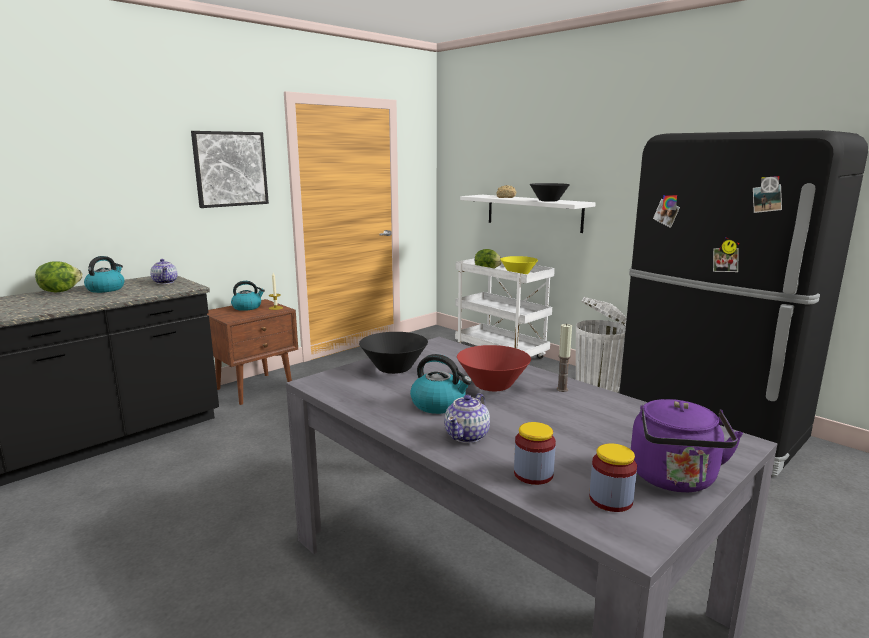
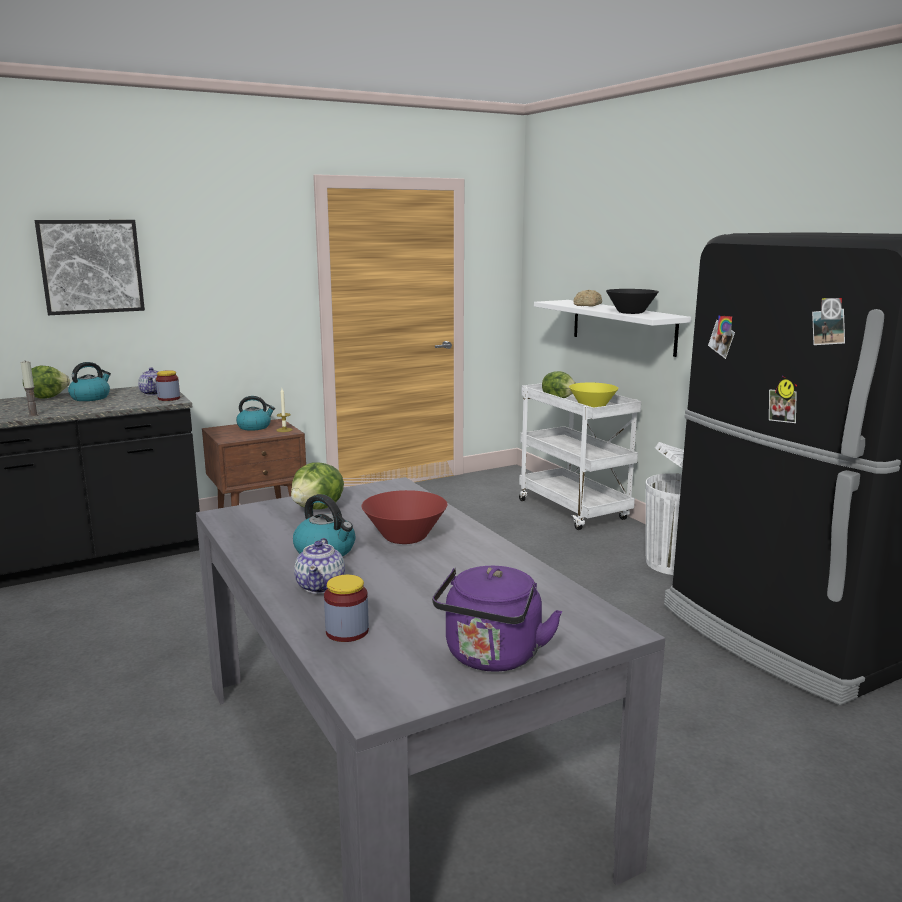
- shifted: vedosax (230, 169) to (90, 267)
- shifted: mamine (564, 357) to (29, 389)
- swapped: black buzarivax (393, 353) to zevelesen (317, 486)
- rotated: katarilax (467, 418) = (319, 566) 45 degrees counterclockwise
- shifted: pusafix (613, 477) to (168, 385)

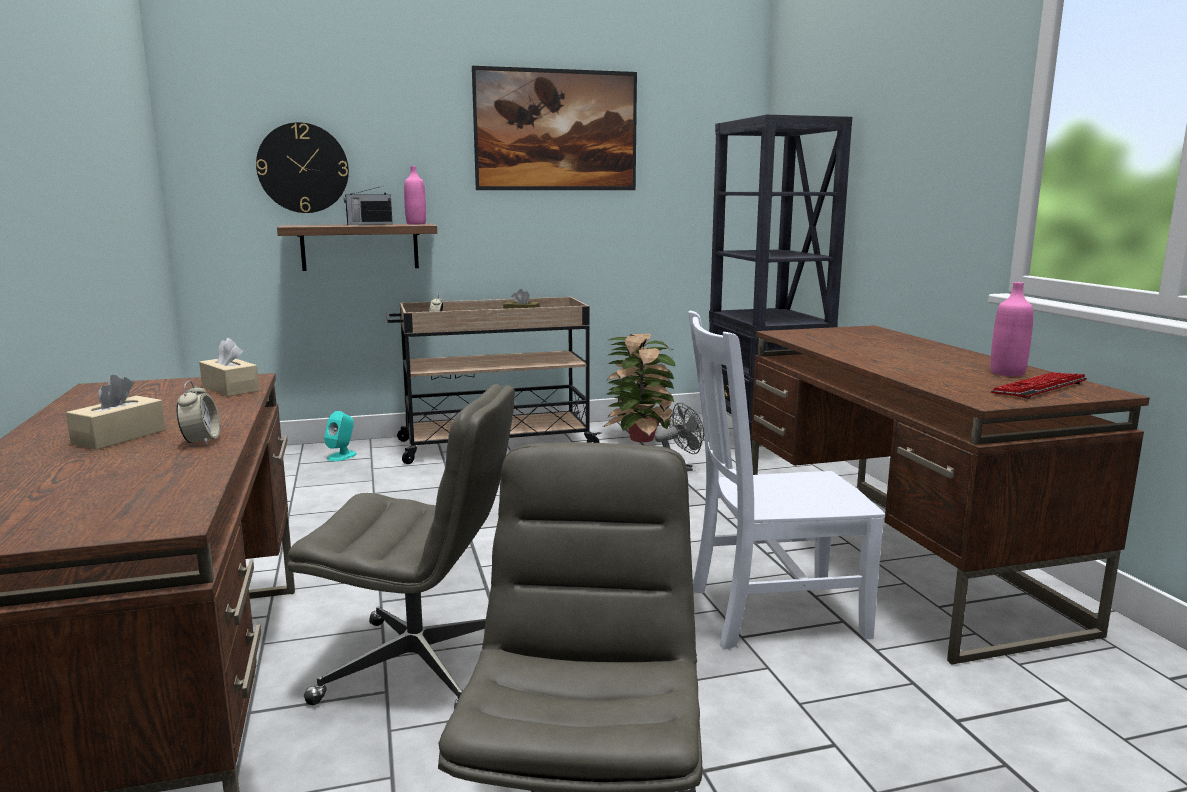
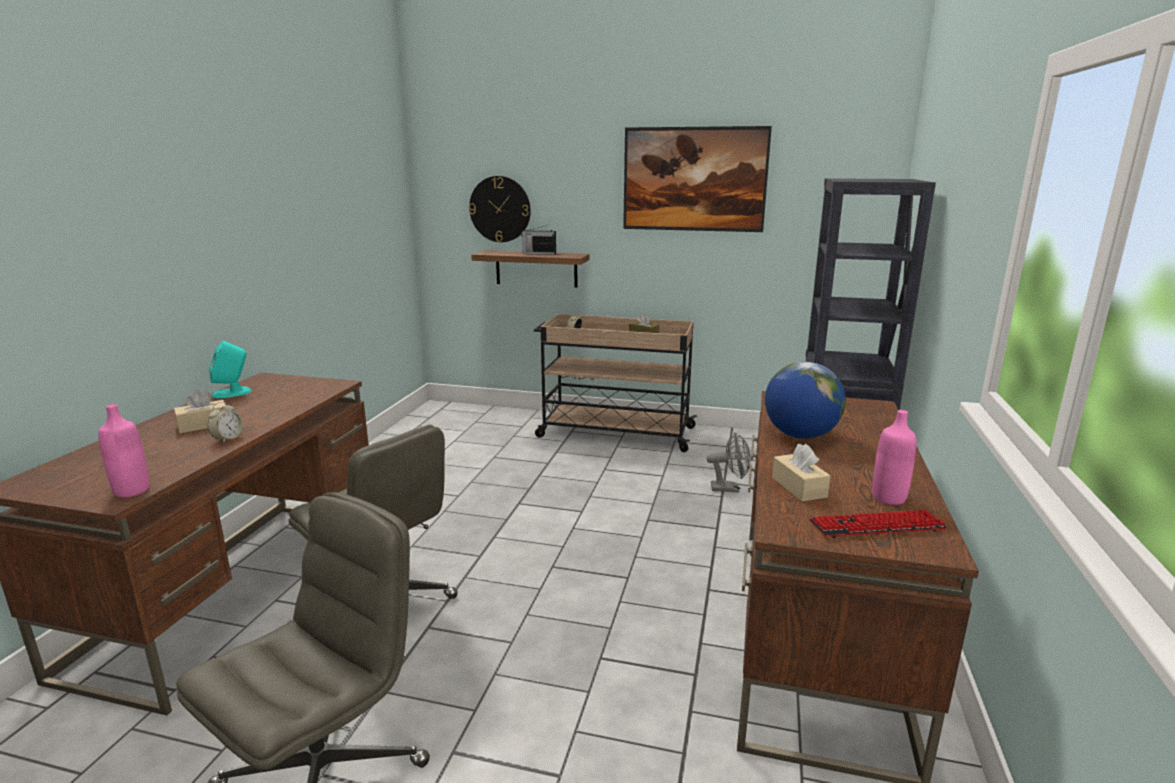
- shifted: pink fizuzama (415, 195) to (124, 450)
- gone: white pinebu (786, 480)
- gone: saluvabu (640, 388)
- shifted: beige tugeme (229, 367) to (801, 473)
- shifted: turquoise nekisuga (340, 436) to (230, 369)
- new: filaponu (805, 400)

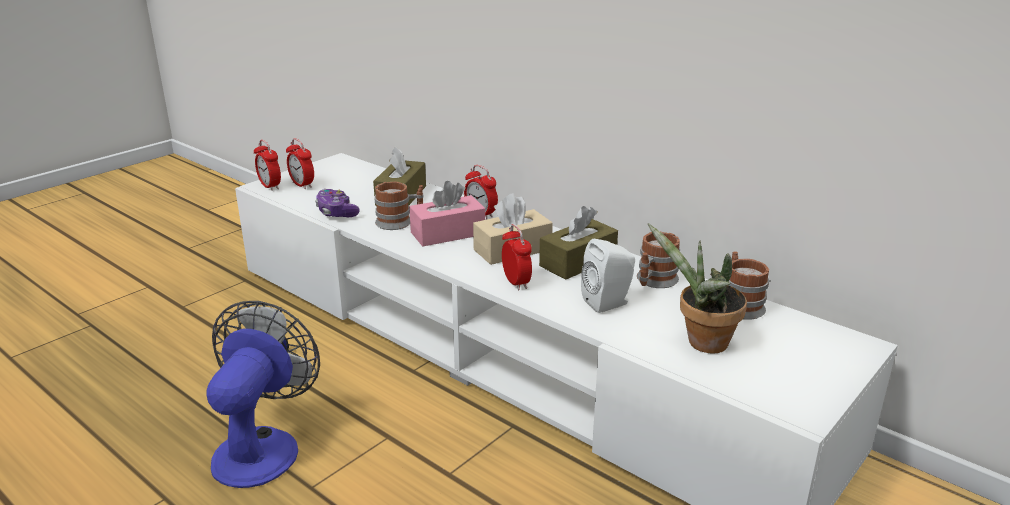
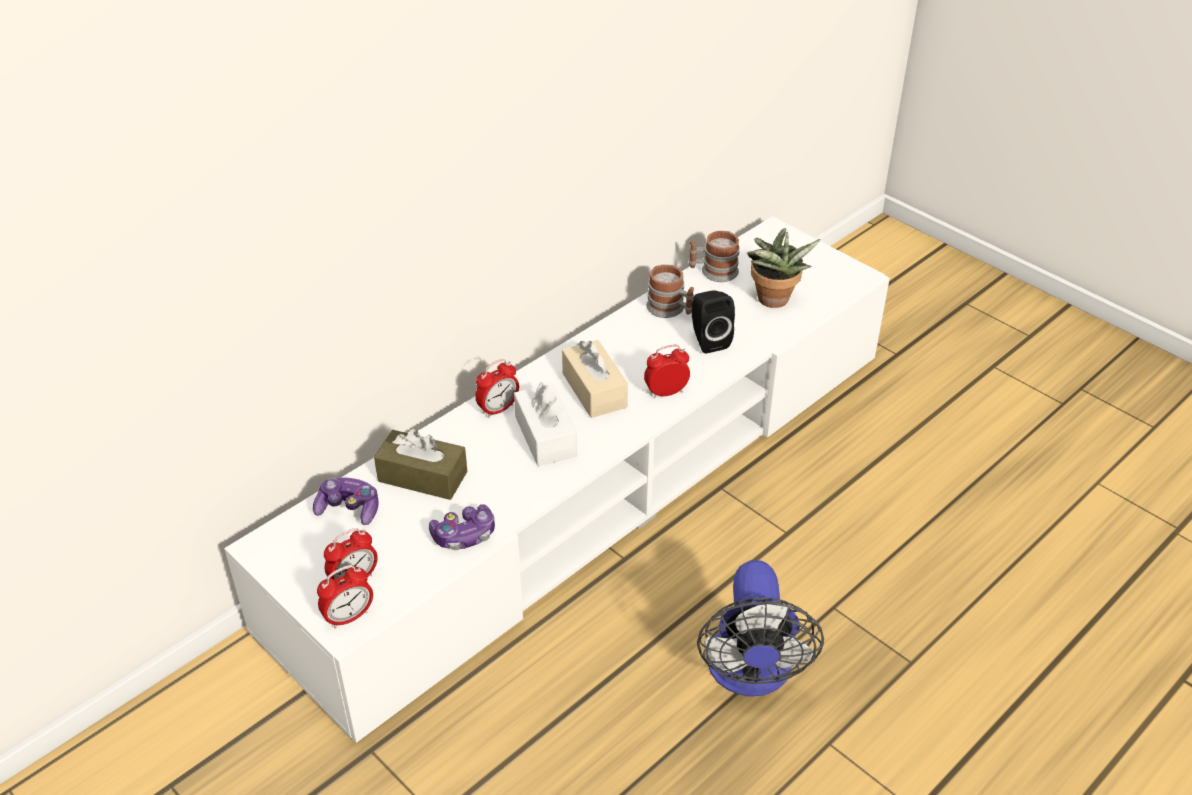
- repainted: pink tugeme (447, 213) to white tugeme (545, 423)
- gone: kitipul (399, 206)
- gone: brown tugeme (578, 243)
- repainted: white nekisuga (608, 276) to black nekisuga (713, 322)
- rotated: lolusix (263, 394) = (760, 628) 105 degrees counterclockwise
- new: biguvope (346, 501)

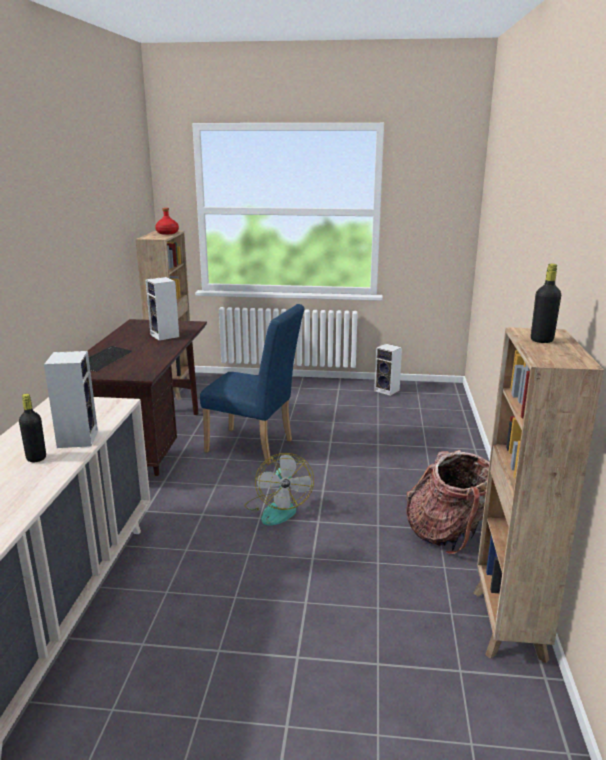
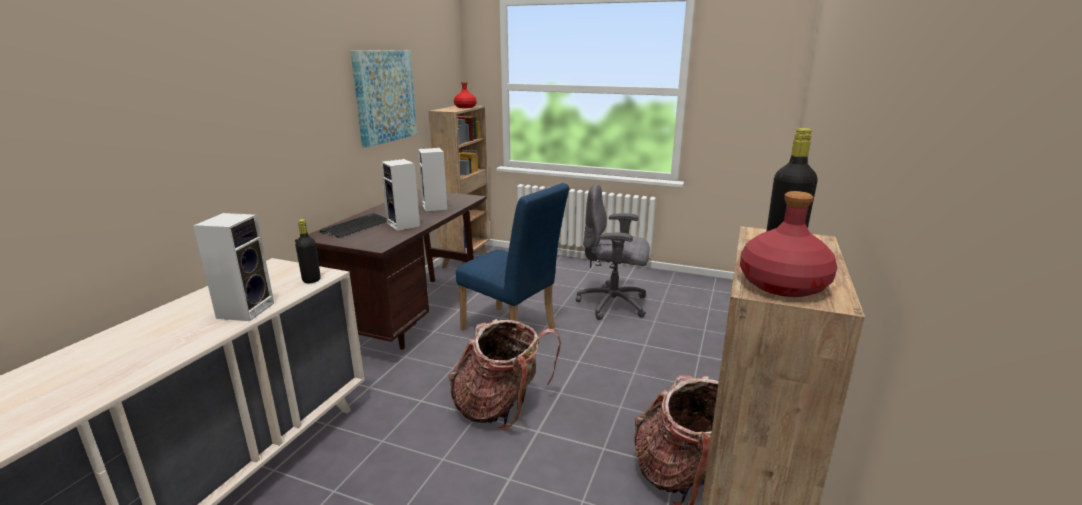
- shifted: nekisuga (388, 370) to (400, 195)
- shifted: black fizuzama (32, 428) to (308, 251)
- swapped: lolusix (279, 489) to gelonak (504, 374)
- new: vedosax (384, 99)
- new: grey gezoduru (613, 252)
- new: red fizuzama (788, 244)

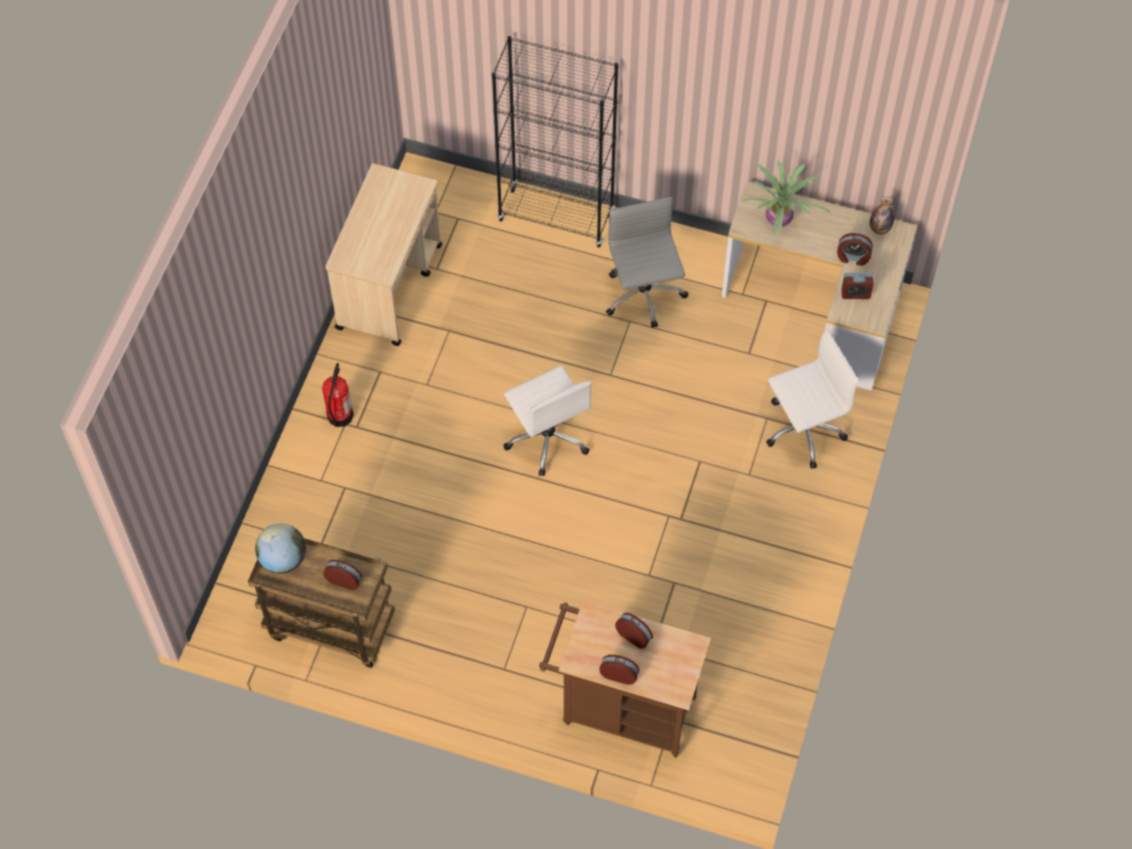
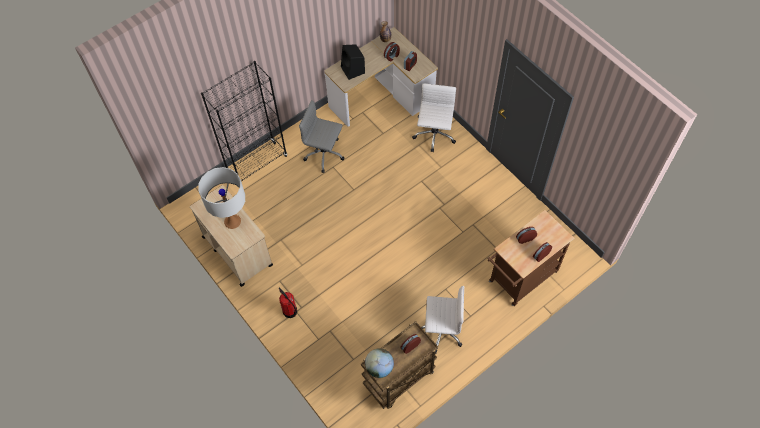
- swapped: saluvabu (786, 198) to black nekisuga (353, 62)
- shifted: white gezoduru (547, 421) to (442, 320)
- new: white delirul (221, 198)

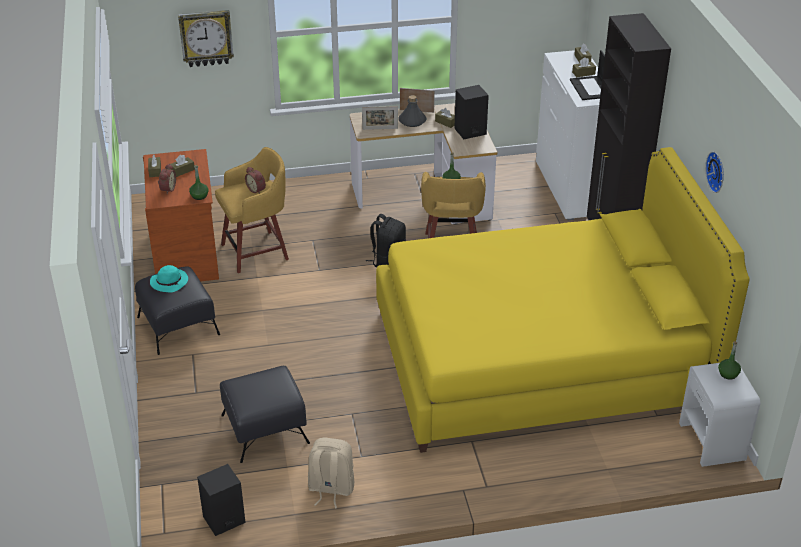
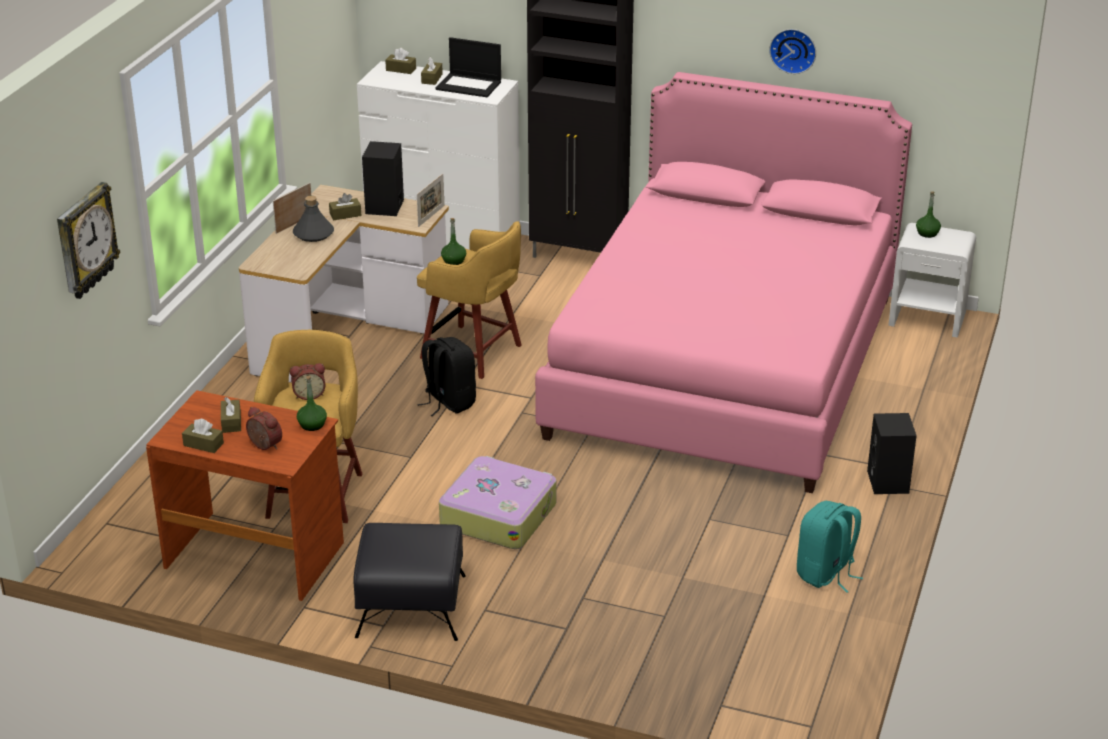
- shifted: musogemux (380, 118) to (430, 200)
- repainted: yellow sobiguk (563, 300) to pink sobiguk (723, 282)
- gone: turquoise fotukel (169, 278)
- gone: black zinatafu (265, 414)
- repainted: beige gelonak (331, 473) to turquoise gelonak (830, 547)
- shifted: black nekisuga (221, 500) to (892, 453)
- new: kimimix (498, 502)

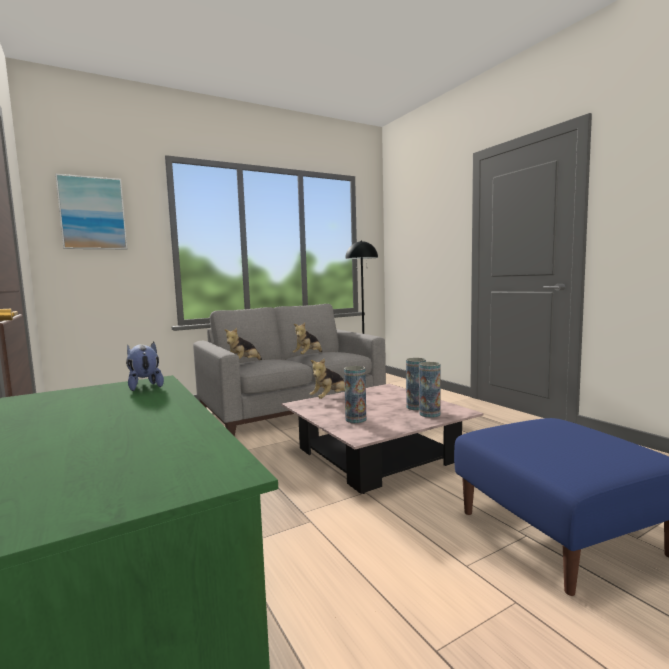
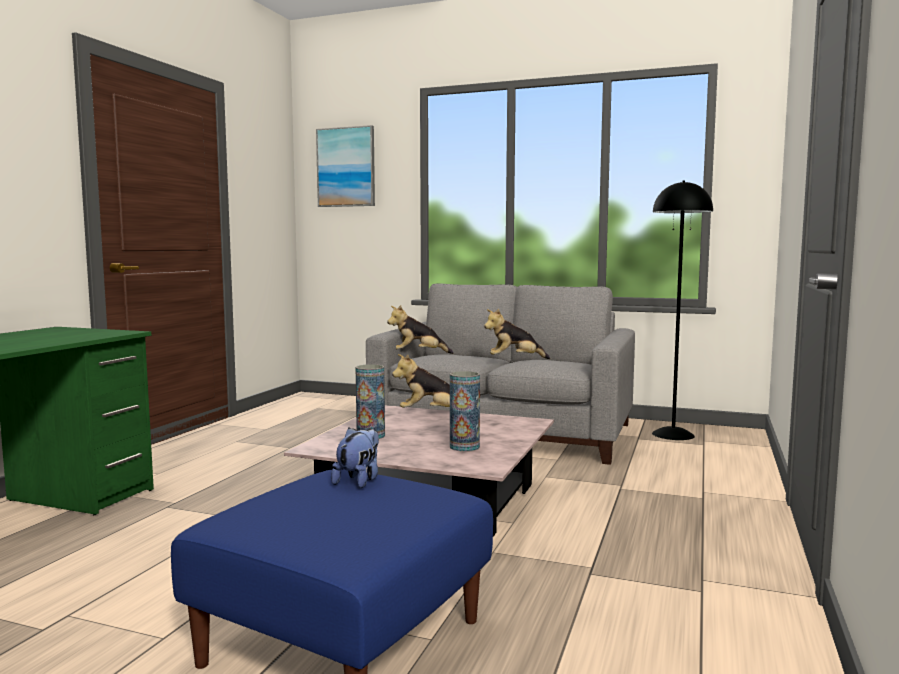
- shifted: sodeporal (145, 366) to (355, 458)
- gone: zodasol (430, 390)

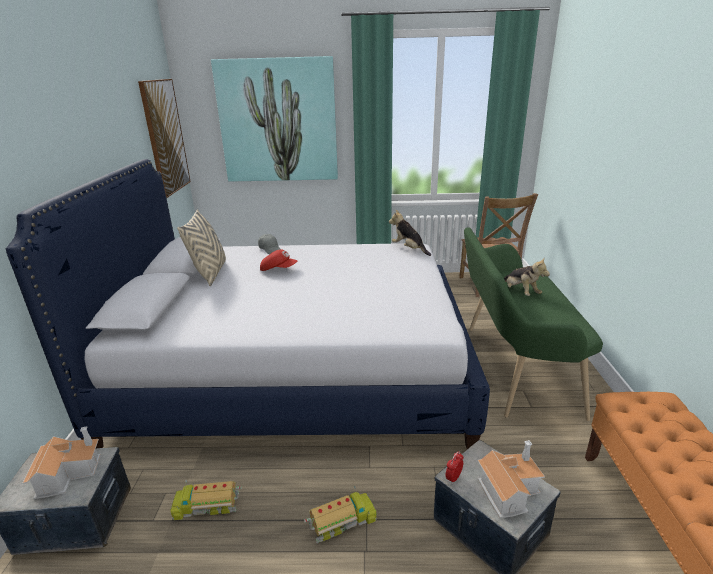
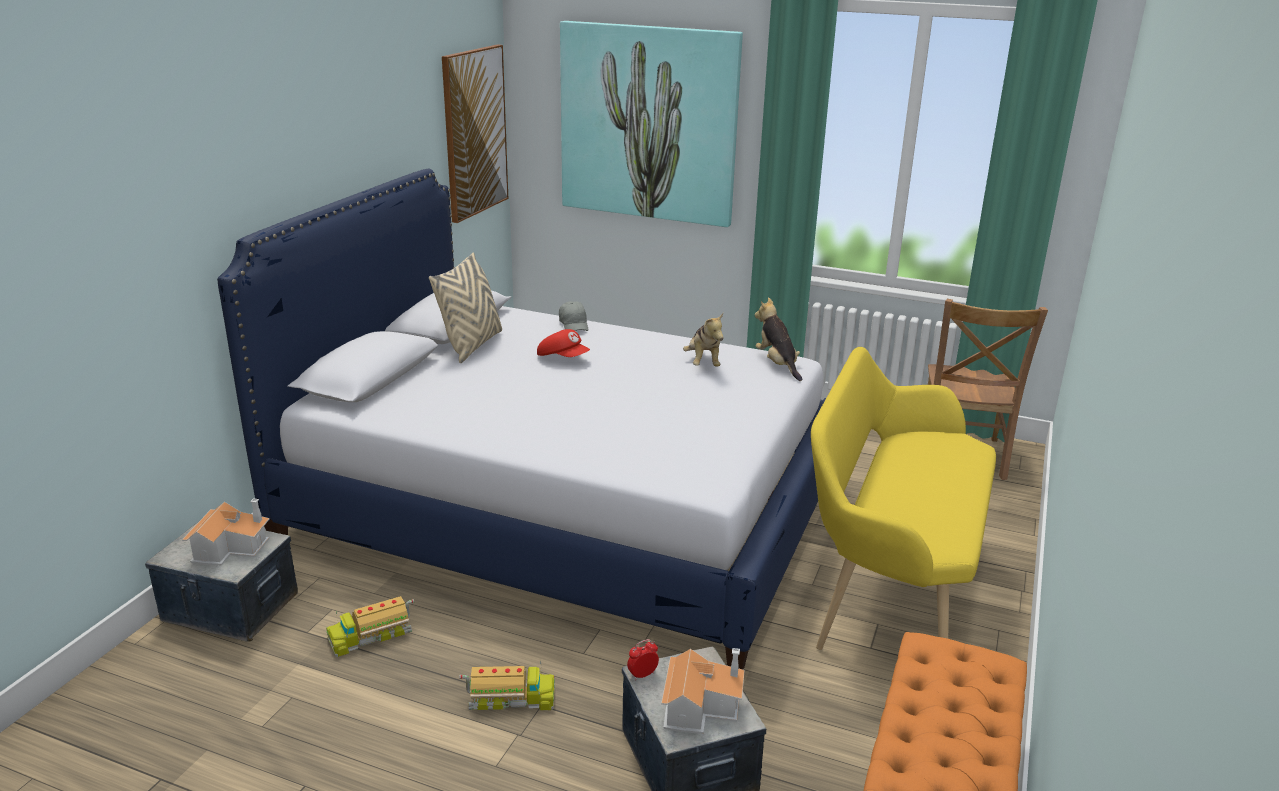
- repainted: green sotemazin (533, 324) to yellow sotemazin (903, 498)
- shifted: sodeporal (527, 277) to (703, 340)
- rotated: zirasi (206, 500) = (370, 626) 45 degrees counterclockwise

